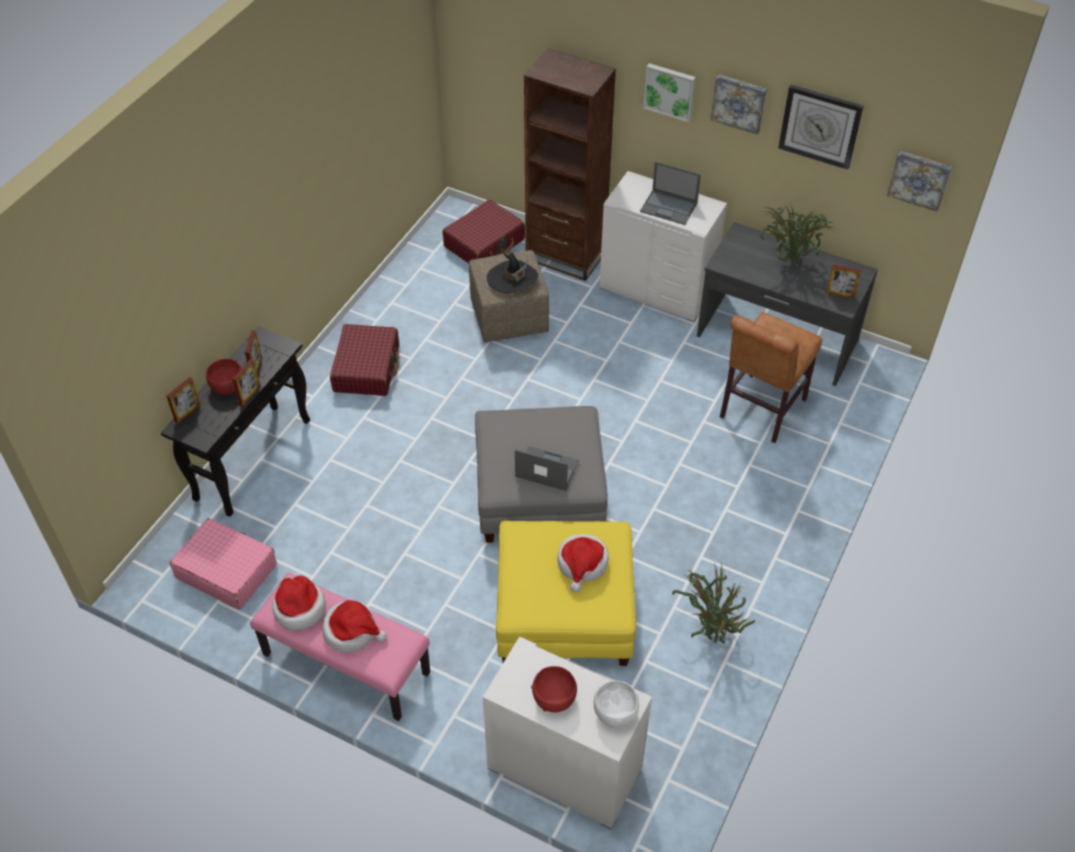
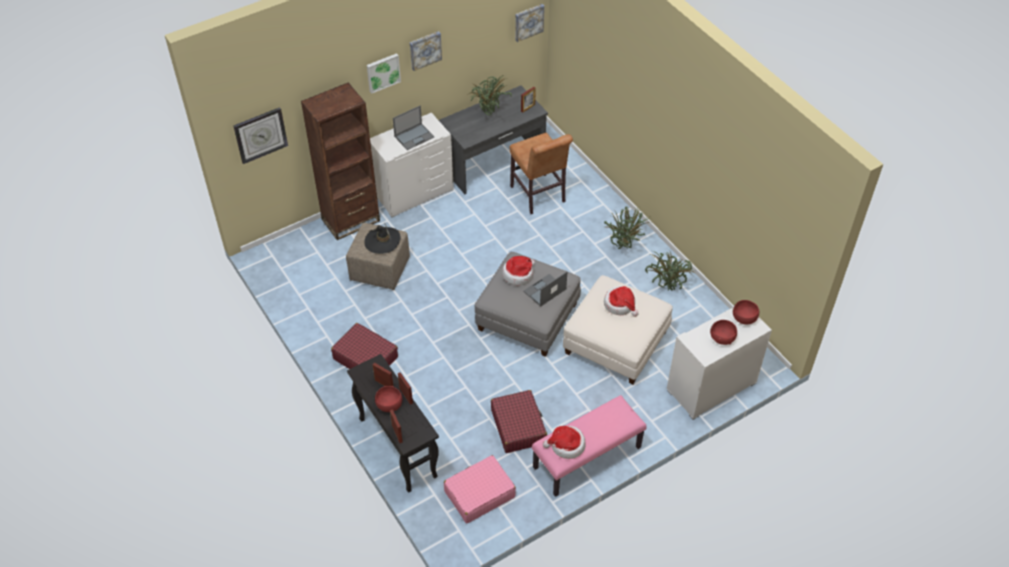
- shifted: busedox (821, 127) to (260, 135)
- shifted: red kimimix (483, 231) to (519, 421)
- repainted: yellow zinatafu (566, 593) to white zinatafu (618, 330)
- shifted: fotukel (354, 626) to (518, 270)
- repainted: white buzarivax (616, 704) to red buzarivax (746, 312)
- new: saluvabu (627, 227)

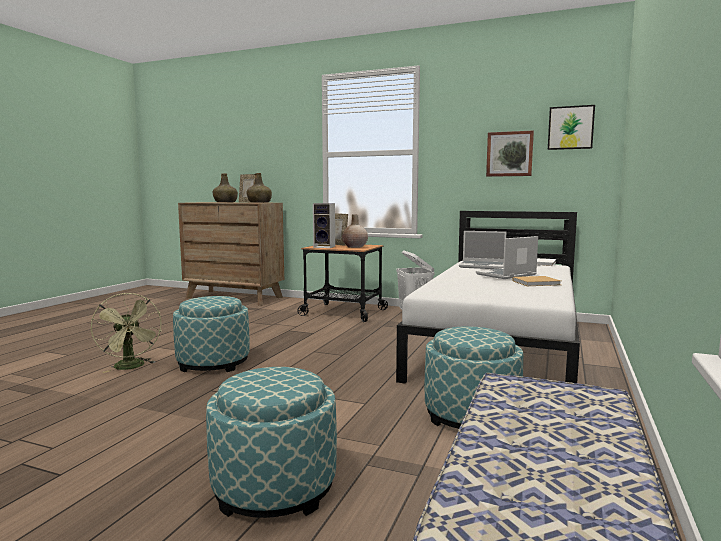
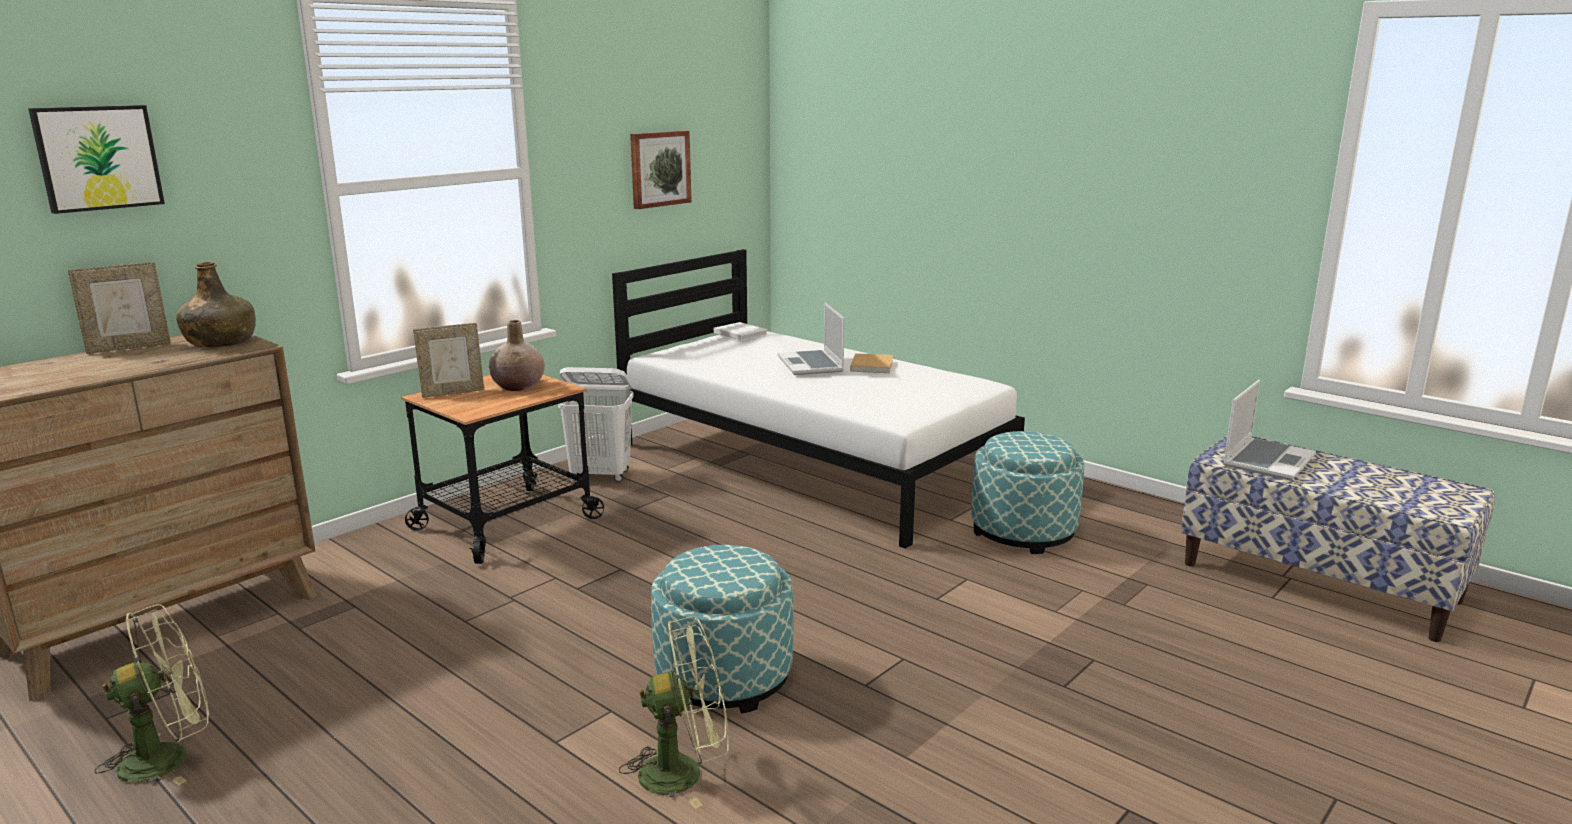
- shifted: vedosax (571, 127) to (96, 159)
- gone: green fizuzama (225, 188)
- gone: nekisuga (324, 225)
- shifted: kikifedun (482, 250) to (1269, 430)
- gone: zinatafu (271, 442)
- new: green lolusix (151, 694)

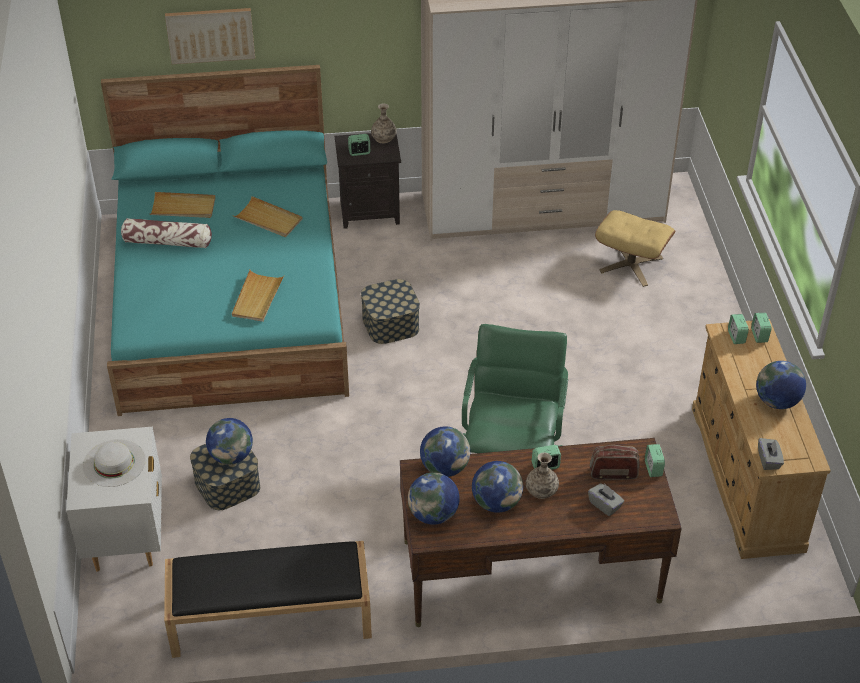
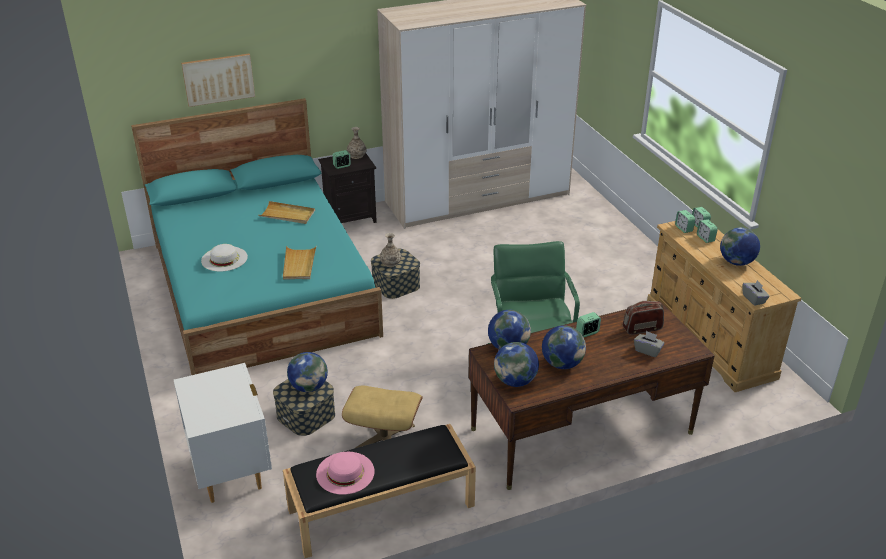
- gone: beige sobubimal (183, 205)
- shifted: beige zinatafu (635, 248) to (382, 417)
- gone: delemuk (166, 233)
- shifted: white fotukel (114, 463) to (224, 258)
- shifted: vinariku (655, 460) to (707, 231)
- shifted: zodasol (542, 475) to (391, 250)
- new: pink fotukel (345, 473)

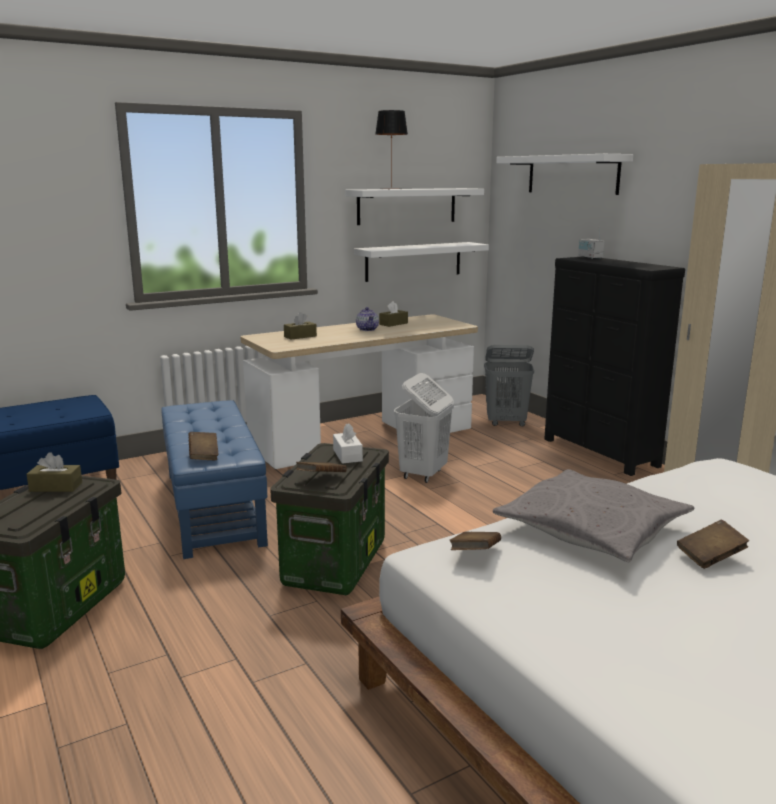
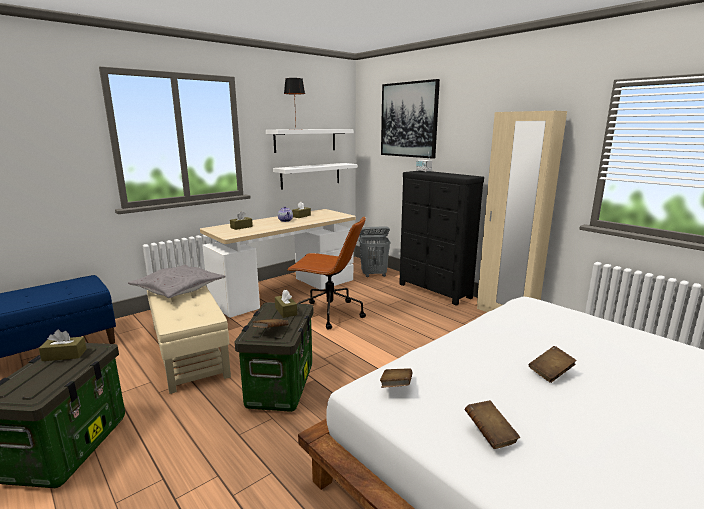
- swapped: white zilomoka (564, 174) to vedosax (410, 119)
- swapped: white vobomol (424, 428) to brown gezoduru (326, 272)
- repainted: blue zinatafu (214, 479) to beige zinatafu (189, 339)
- repainted: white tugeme (348, 443) to brown tugeme (286, 304)
- shifted: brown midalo (203, 446) to (492, 424)
- shifted: grey delemuk (593, 515) to (176, 281)

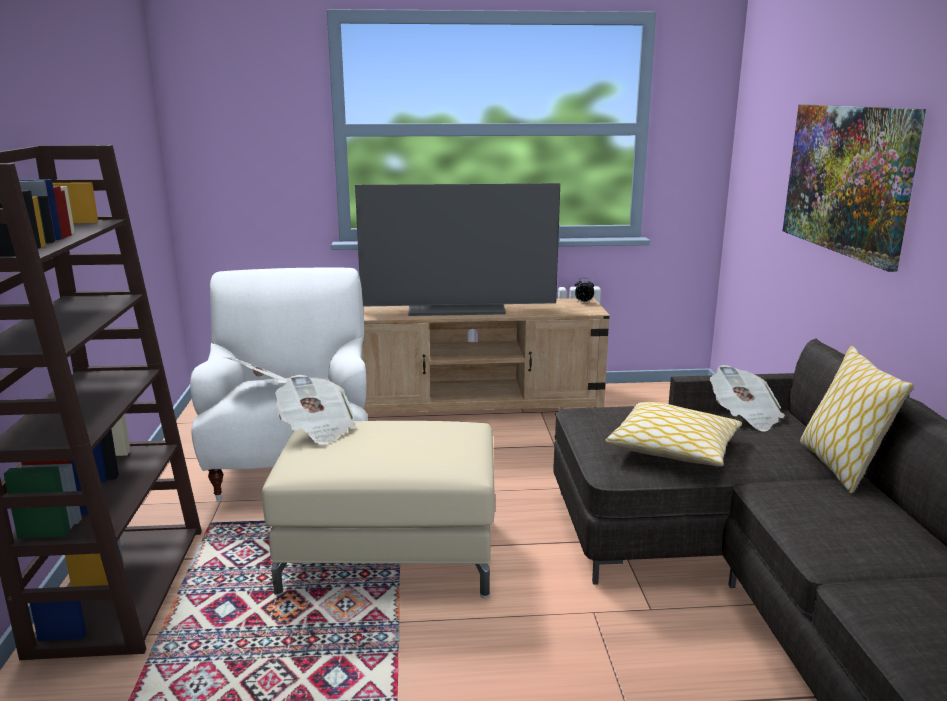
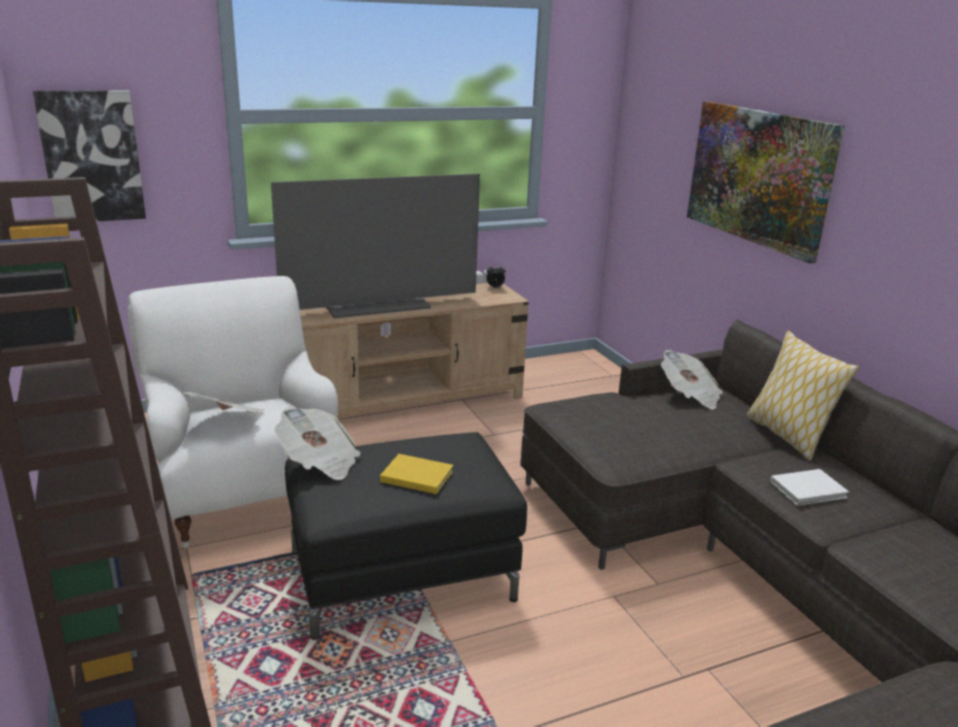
- gone: delemuk (674, 434)
- repainted: beige zinatafu (378, 509) to black zinatafu (406, 536)
- new: vedosax (89, 156)
- new: yellow midalo (416, 474)
- new: white midalo (809, 487)

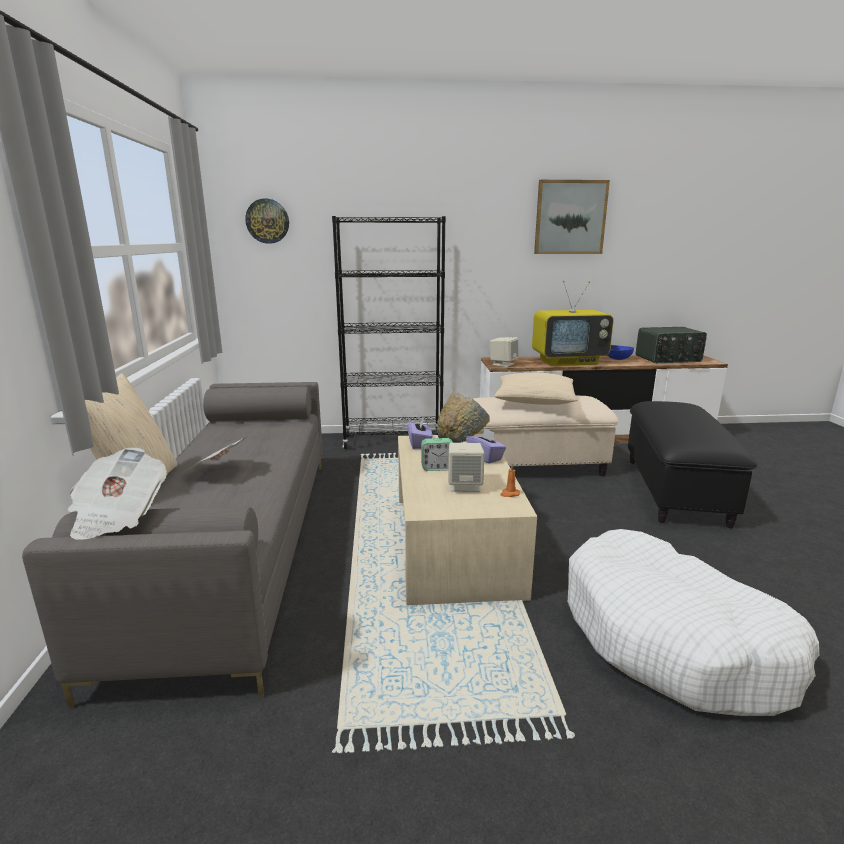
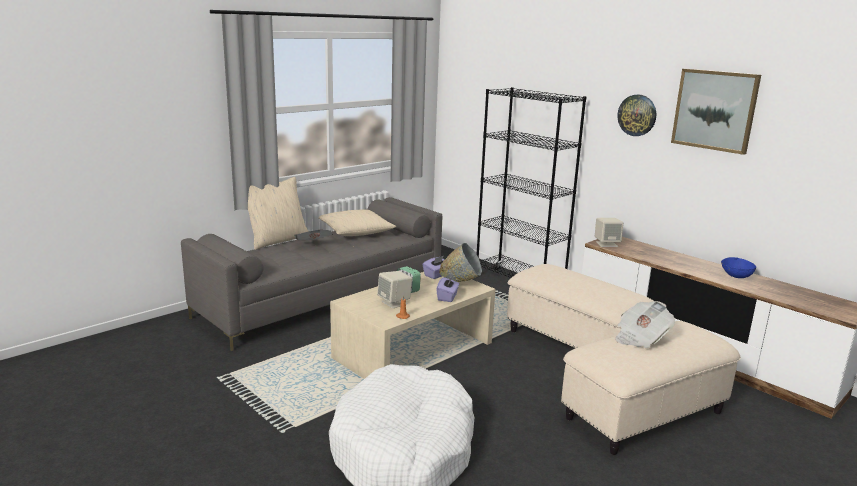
- shifted: busedox (267, 221) to (636, 115)
- gone: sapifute (573, 323)
- gone: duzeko (671, 345)
- shifted: beige delemuk (535, 389) to (357, 222)
- repainted: black zinatafu (693, 465) to beige zinatafu (651, 388)
- shifted: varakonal (117, 494) to (645, 324)

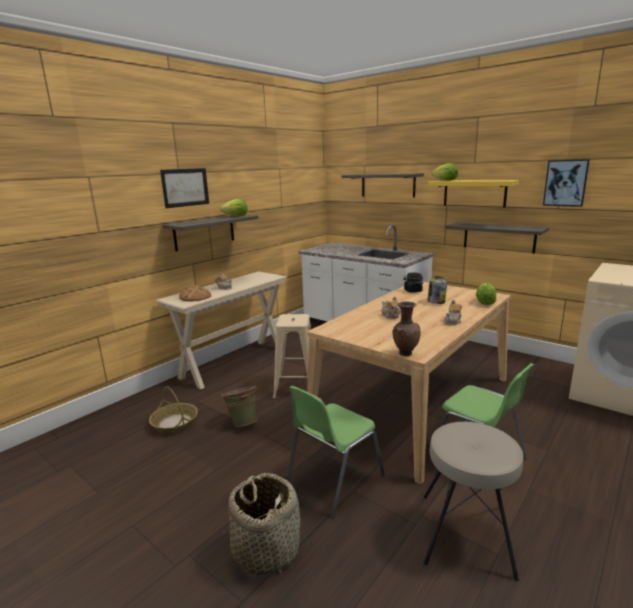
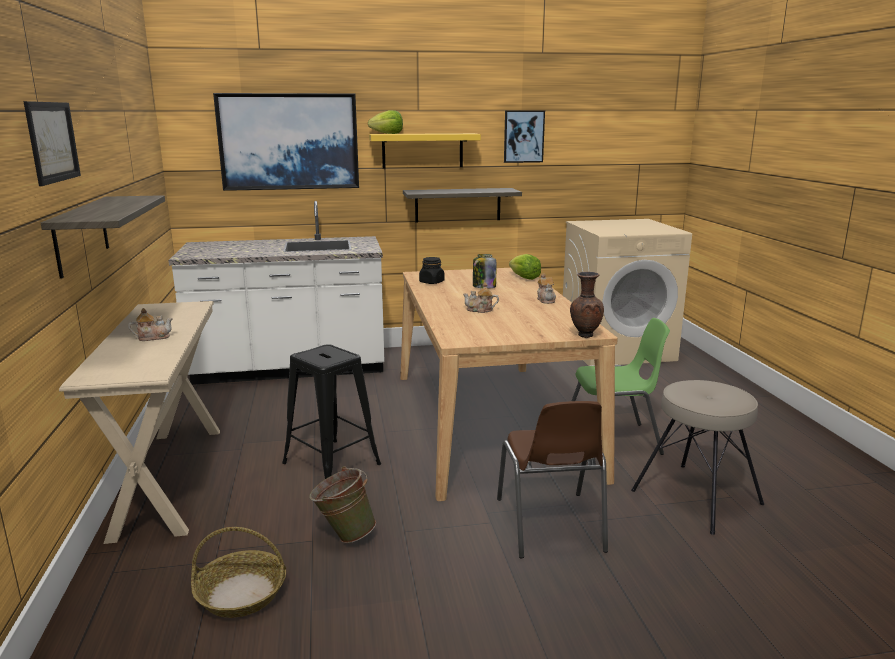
- swapped: zilomoka (382, 185) to vedosax (286, 142)
- gone: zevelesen (233, 207)
- gone: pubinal (195, 293)
- repainted: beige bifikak (292, 356) to black bifikak (331, 411)
- repainted: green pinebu (335, 452) to brown pinebu (552, 479)
- gone: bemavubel (264, 524)

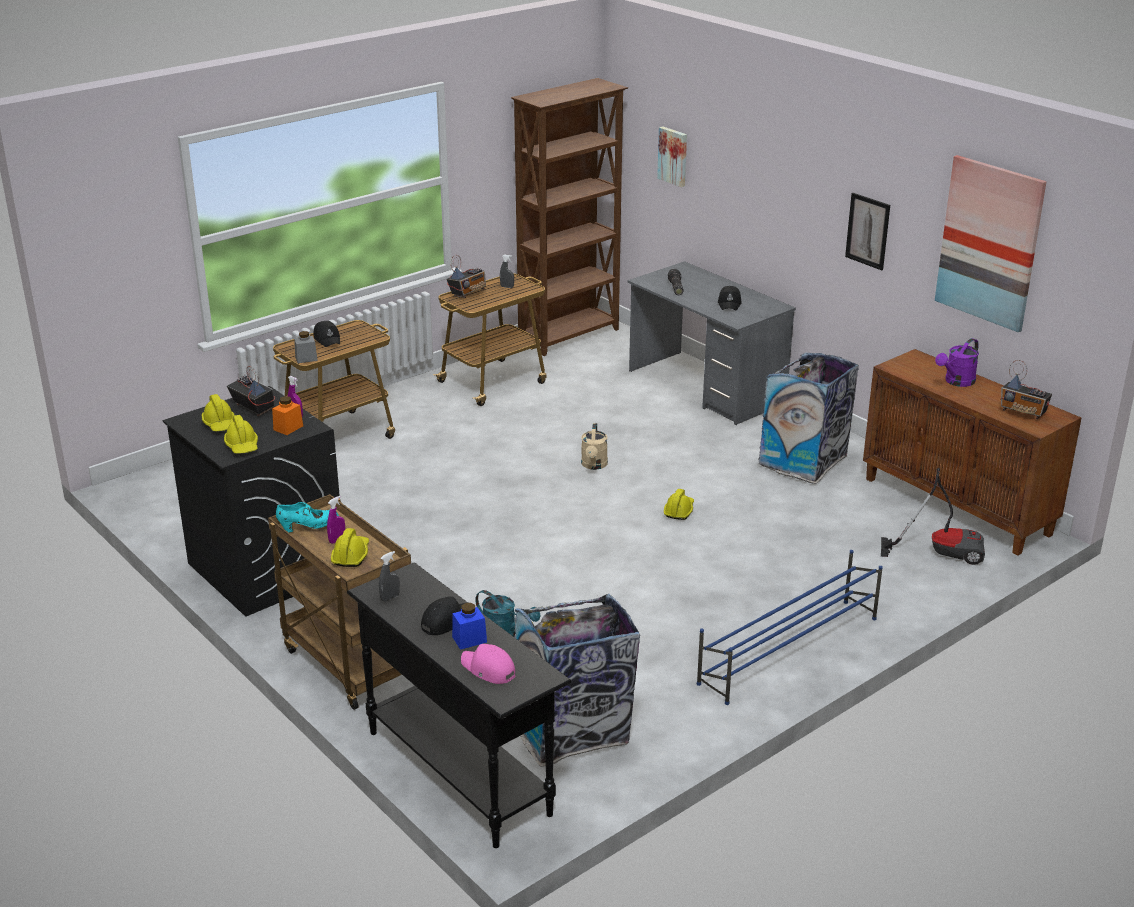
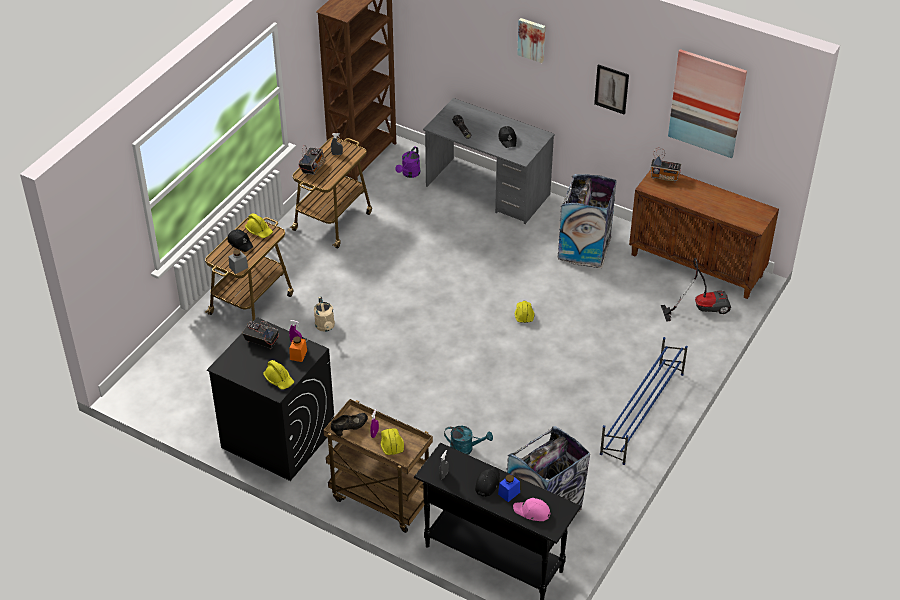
- shifted: vedosax (672, 156) to (531, 40)
- shifted: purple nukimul (957, 362) to (407, 162)
- shifted: duzeko (1026, 389) to (665, 165)
- shifted: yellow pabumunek (218, 412) to (259, 226)
- shifted: beige nukimul (594, 446) to (324, 314)
- repainted: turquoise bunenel (307, 517) to black bunenel (349, 424)

